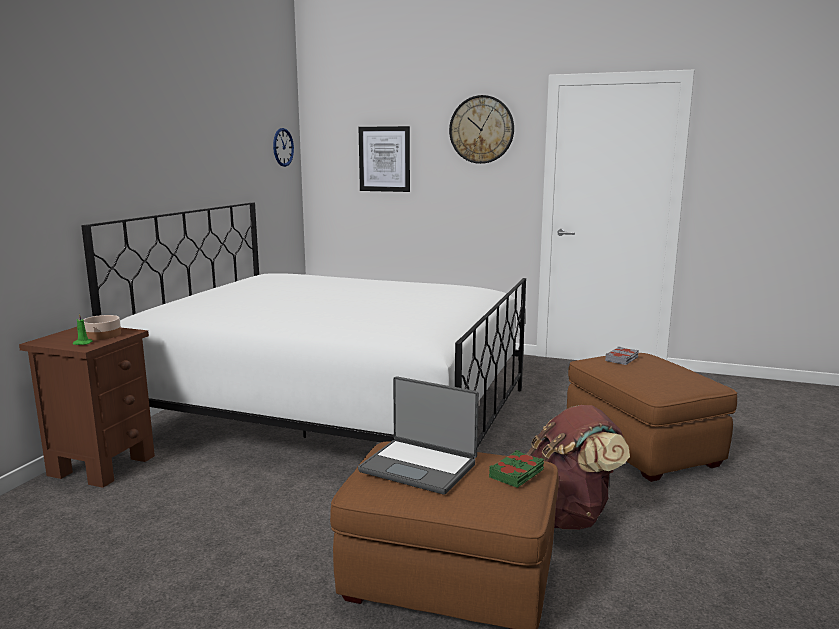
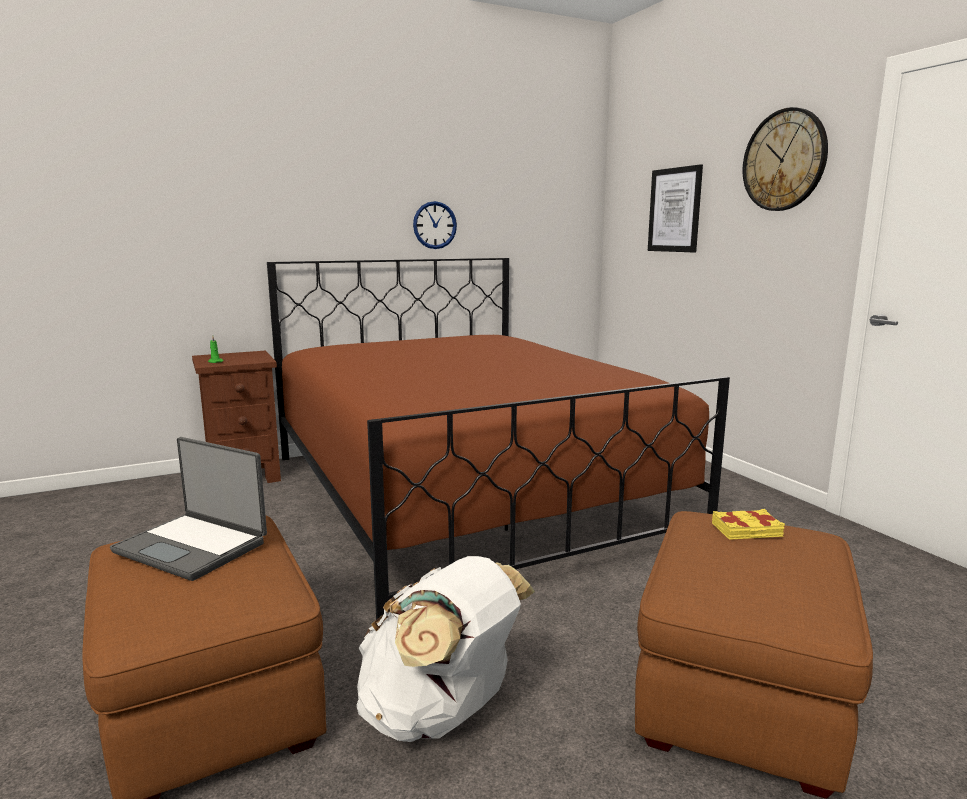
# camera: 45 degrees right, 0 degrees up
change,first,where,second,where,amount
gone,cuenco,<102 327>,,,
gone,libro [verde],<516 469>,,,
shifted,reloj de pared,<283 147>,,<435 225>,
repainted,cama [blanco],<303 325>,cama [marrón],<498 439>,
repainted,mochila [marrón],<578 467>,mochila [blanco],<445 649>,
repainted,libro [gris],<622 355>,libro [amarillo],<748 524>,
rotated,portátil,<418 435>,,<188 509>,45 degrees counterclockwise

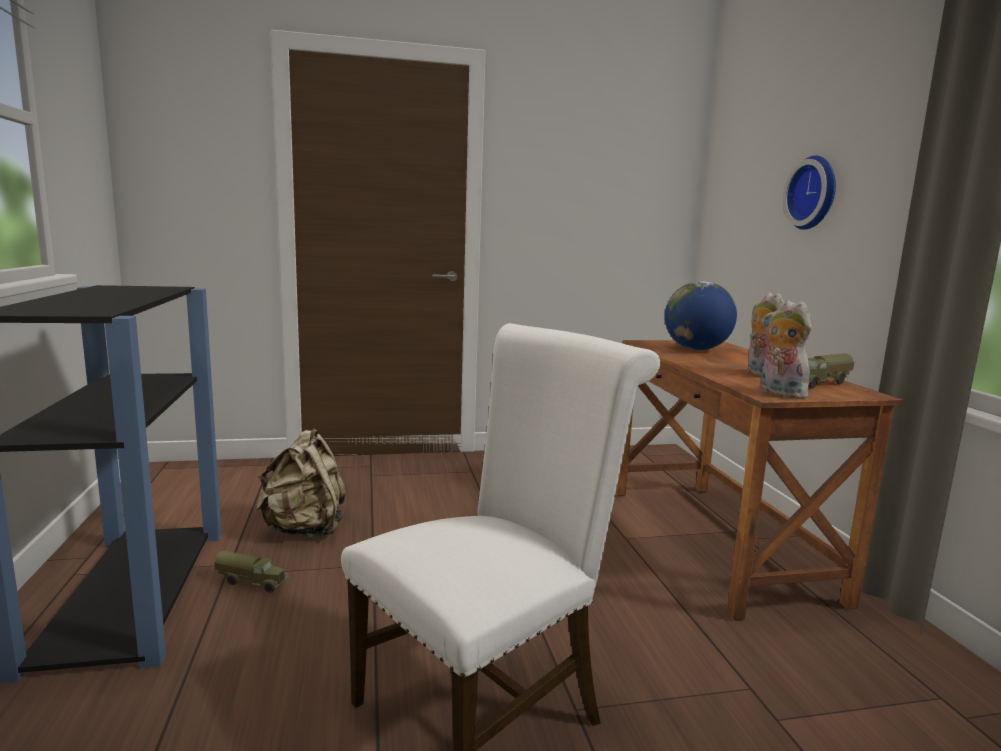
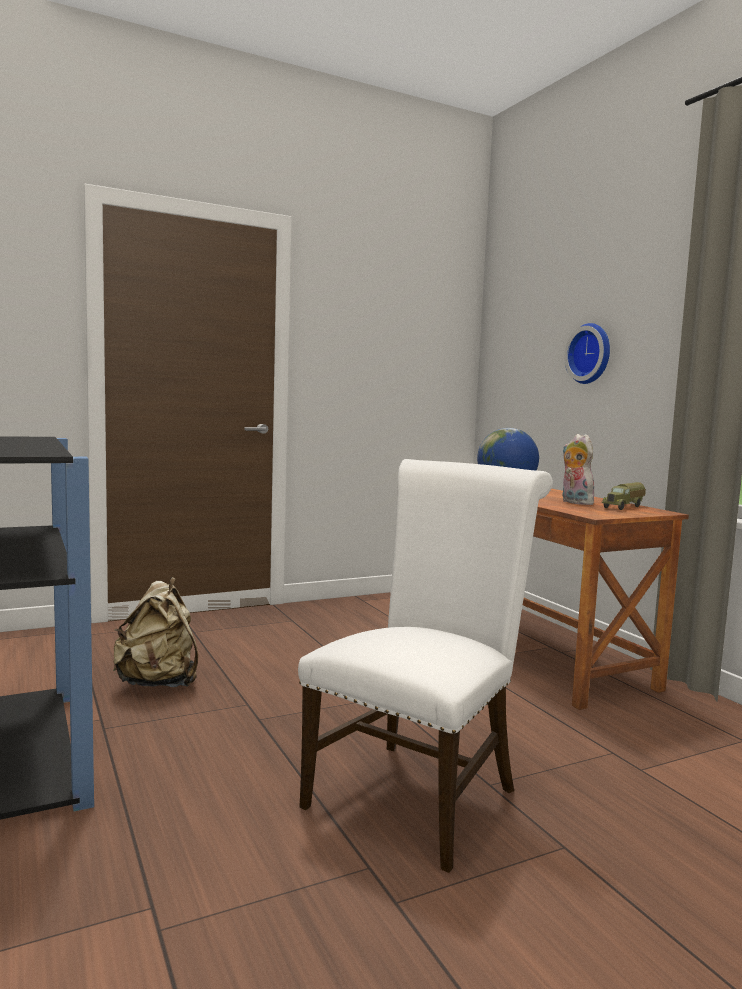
# camera: 15 degrees left, 5 degrees down
change,first,where,second,where,amount
gone,camión de juguete,<251 572>,,,
gone,peluche,<786 349>,,,

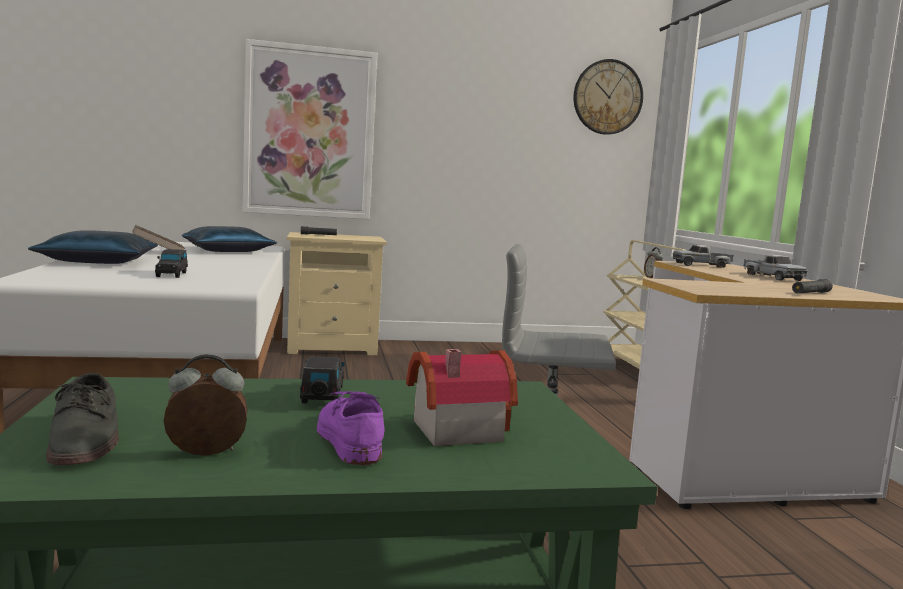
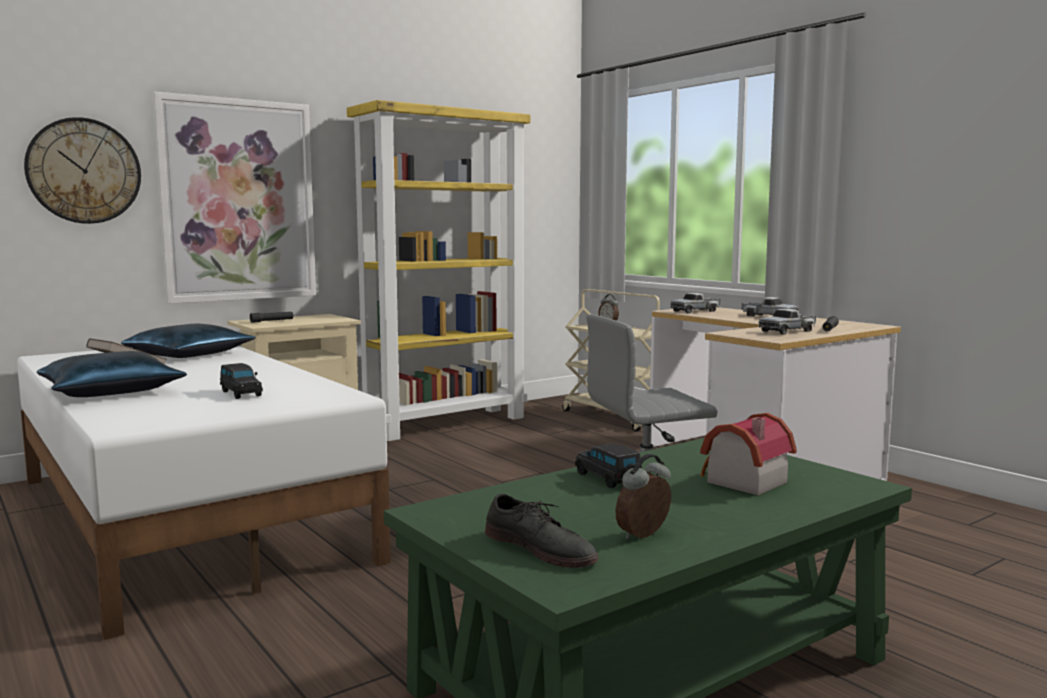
# camera: 25 degrees left, 0 degrees up
change,first,where,second,where,amount
gone,zapato [morado],<351 428>,,,
new,,,estantería [amarillo],<439 270>,
new,,,camión de juguete,<787 321>,
shifted,reloj de pared,<608 97>,,<82 170>,

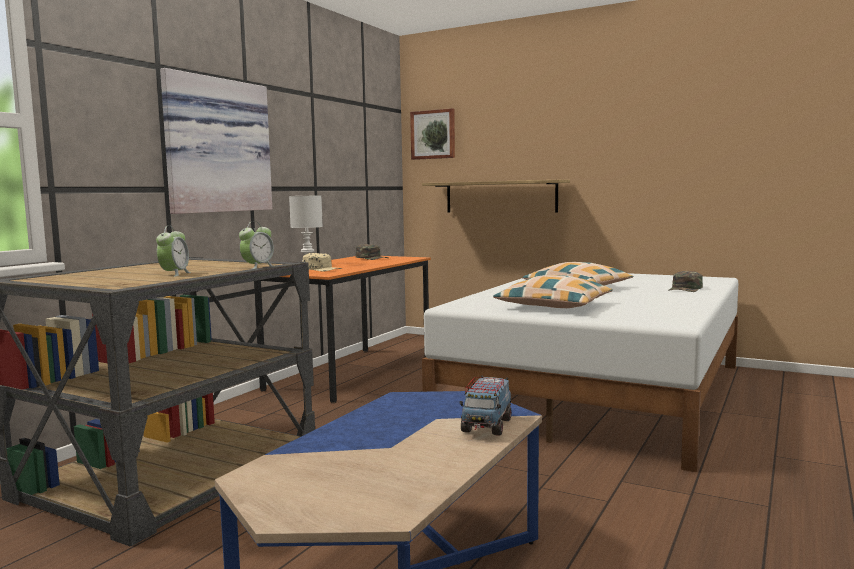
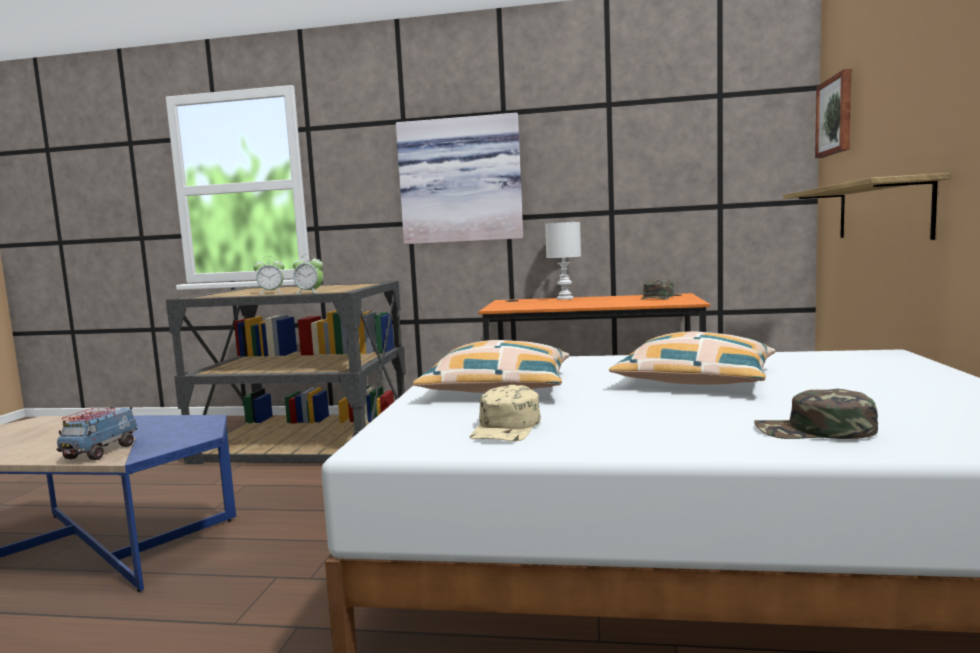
# camera: 70 degrees right, 0 degrees up
change,first,where,second,where,amount
shifted,gorra [beis],<322 262>,,<505 413>,
rotated,camión de juguete,<485 405>,,<96 433>,75 degrees counterclockwise

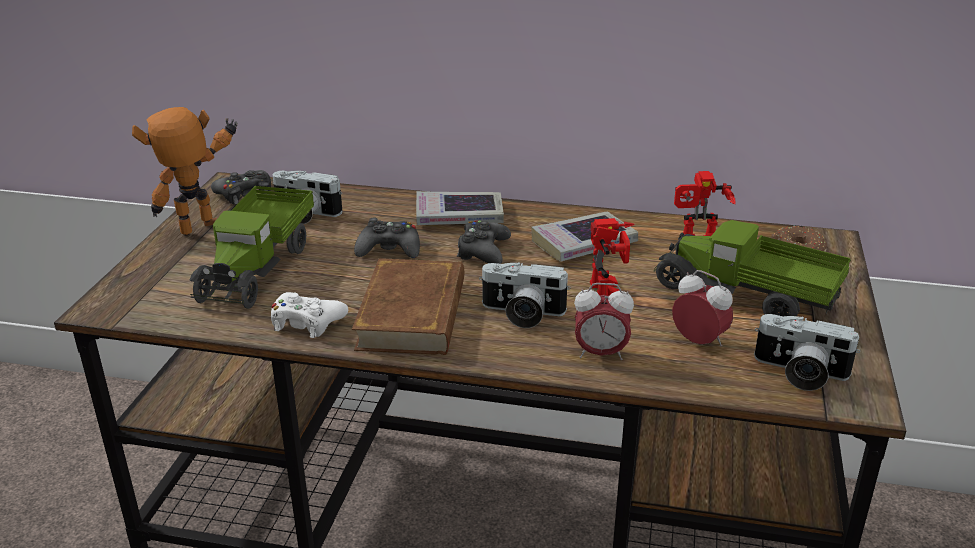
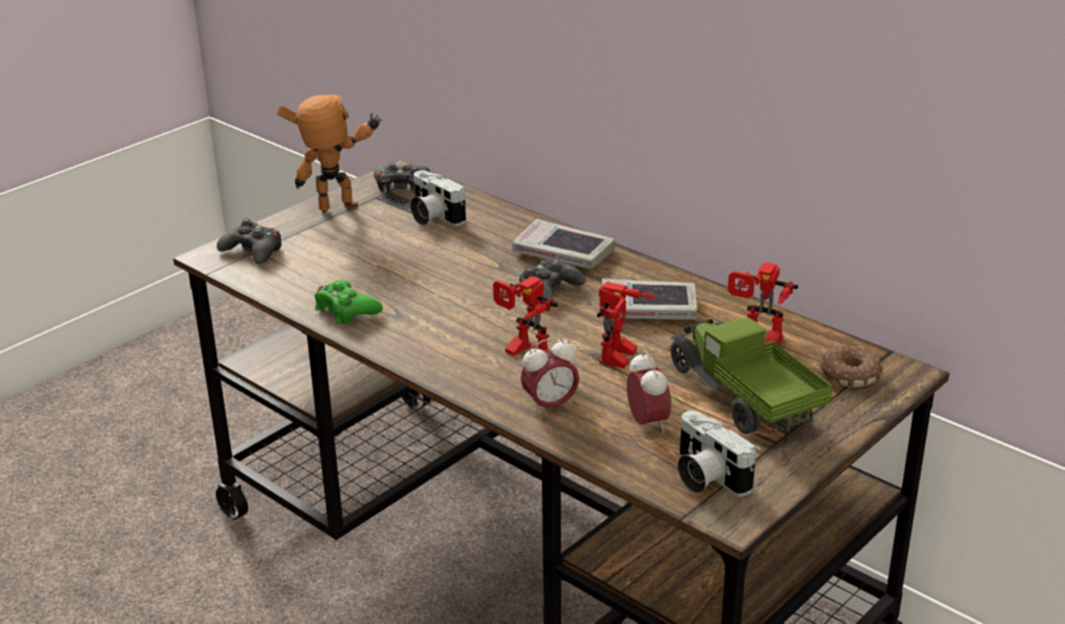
# camera: 30 degrees right, 0 degrees up
change,first,where,second,where,amount
gone,camión de juguete,<252 247>,,,
gone,libro [marrón],<408 306>,,,
shifted,mando de consola [negro],<387 237>,,<249 241>,
swapped,cámara,<525 295>,robot de juguete,<525 316>,
repainted,mando de consola [blanco],<309 315>,mando de consola [verde],<348 302>,
rotated,despertador,<604 321>,,<550 376>,60 degrees counterclockwise

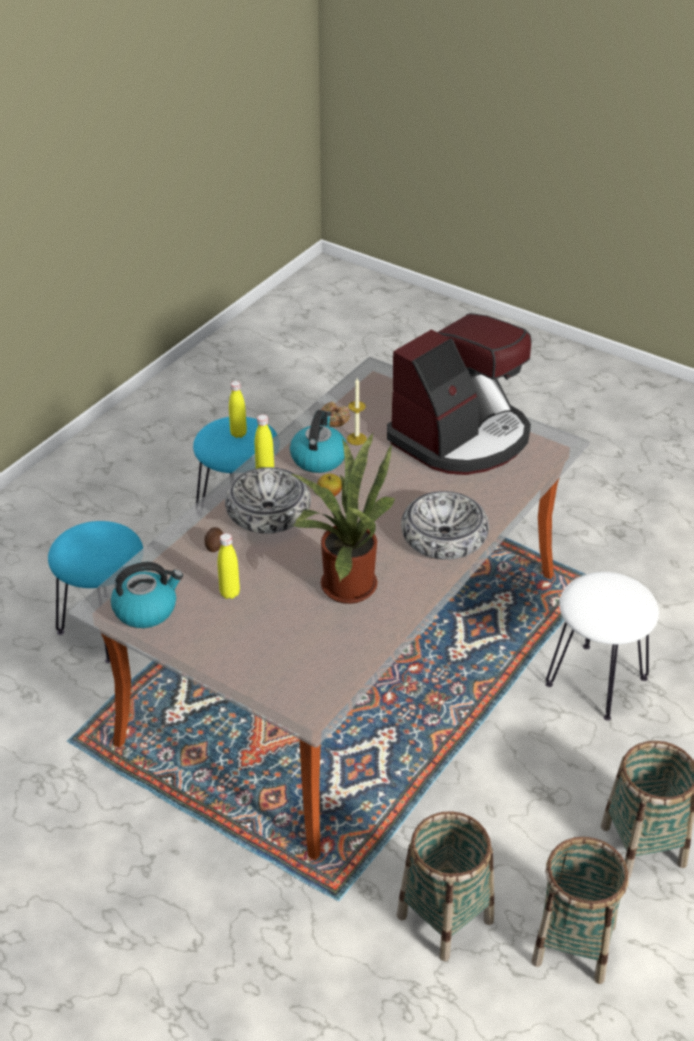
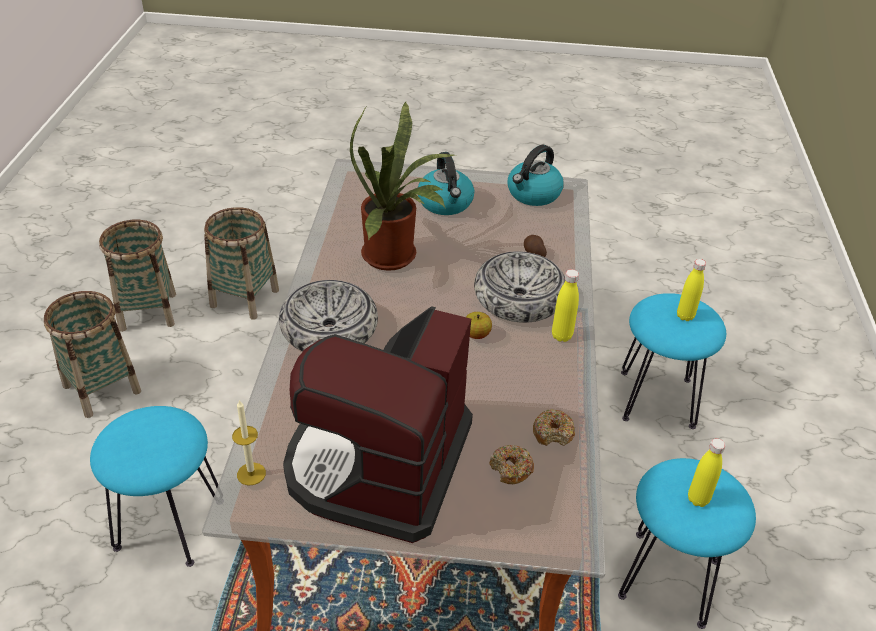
# camera: 150 degrees right, 0 degrees up
change,first,where,second,where,amount
new,,,rosquilla,<511 464>,
shifted,botella [amarillo],<229 566>,,<691 290>,
shifted,hervidor,<318 441>,,<446 183>,
shifted,vela,<357 411>,,<249 442>,
repainted,taburete [blanco],<602 646>,taburete [turquesa],<154 486>,

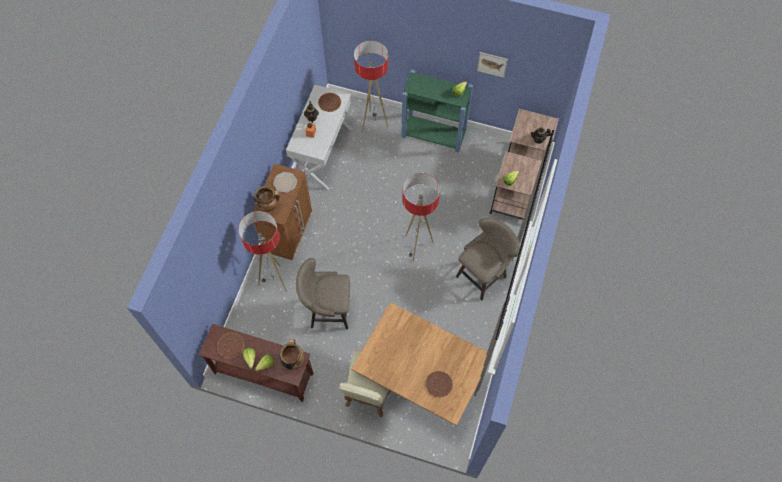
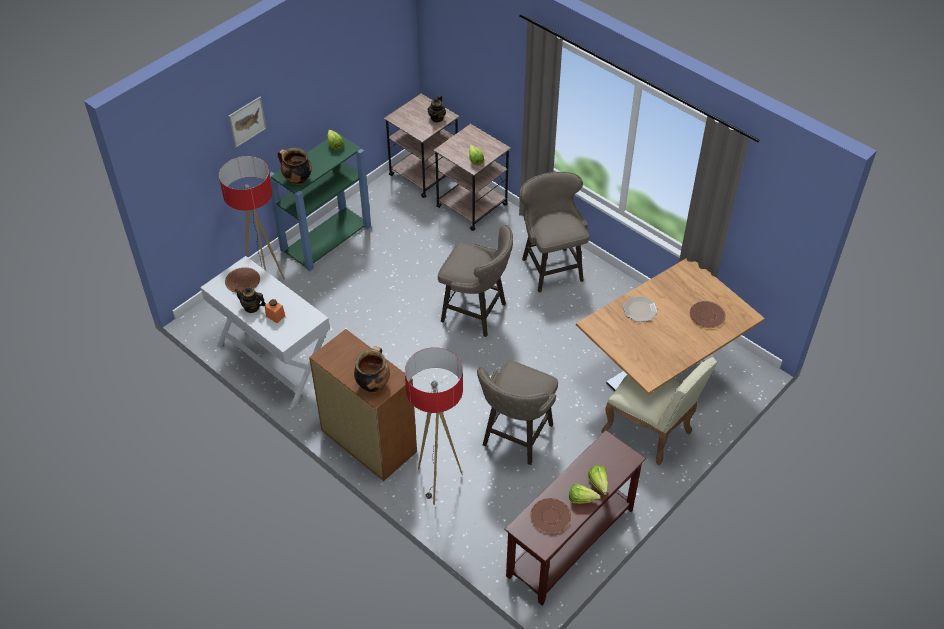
# camera: 65 degrees left, 15 degrees down
change,first,where,second,where,amount
shifted,plato,<285 182>,,<640 309>,
shifted,olla,<292 354>,,<294 166>,
shifted,cuadro,<492 65>,,<247 122>,
swapped,lámpara de pie,<421 217>,taburete [beis],<475 281>,

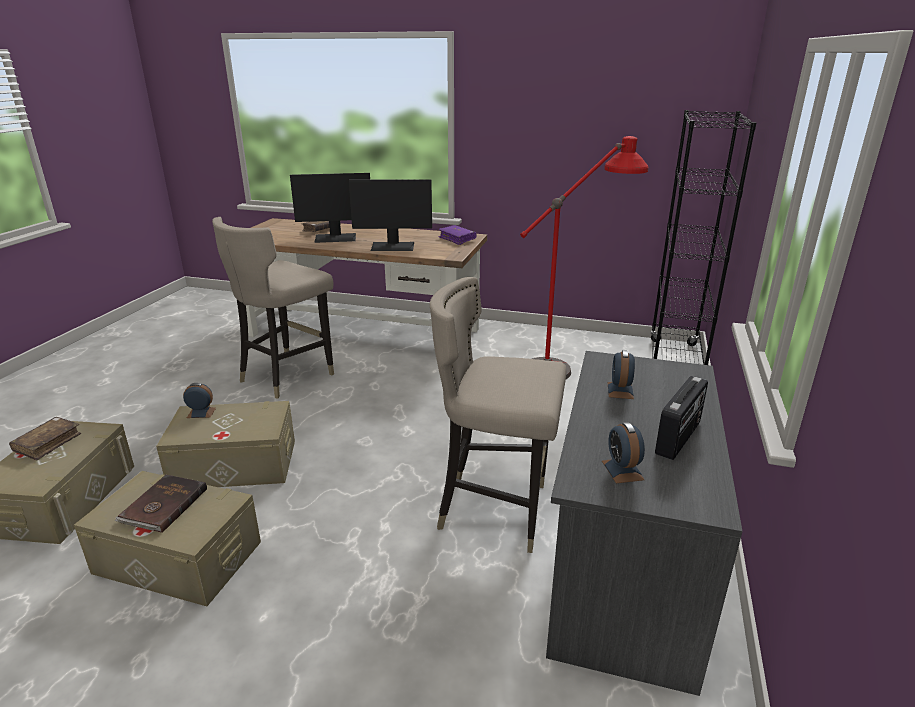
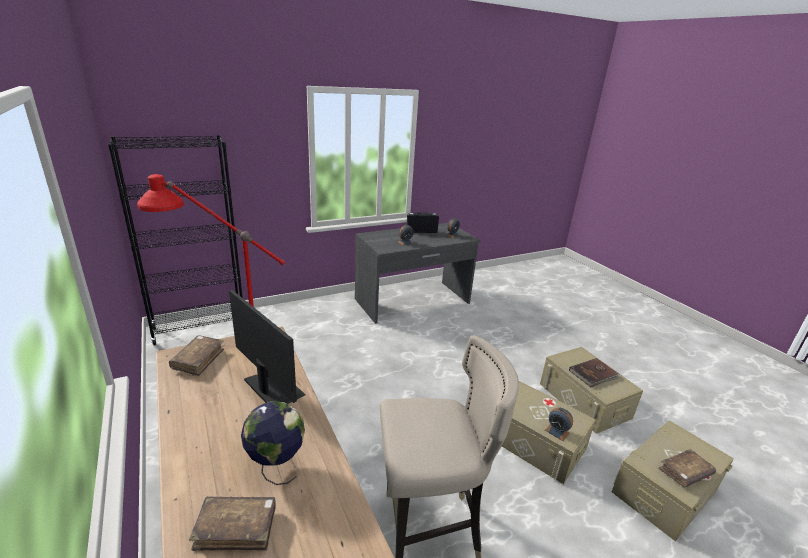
# camera: 135 degrees left, 0 degrees up
change,first,where,second,where,amount
gone,taburete [beis],<497 415>,,,
swapped,monitor,<330 208>,globo terráqueo,<273 443>,
repainted,libro [morado],<457 235>,libro [marrón],<196 355>,

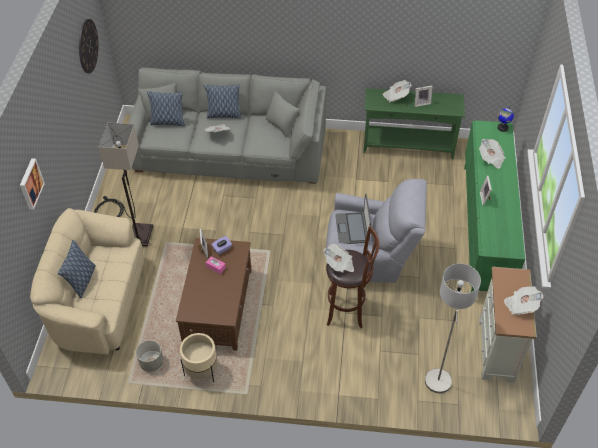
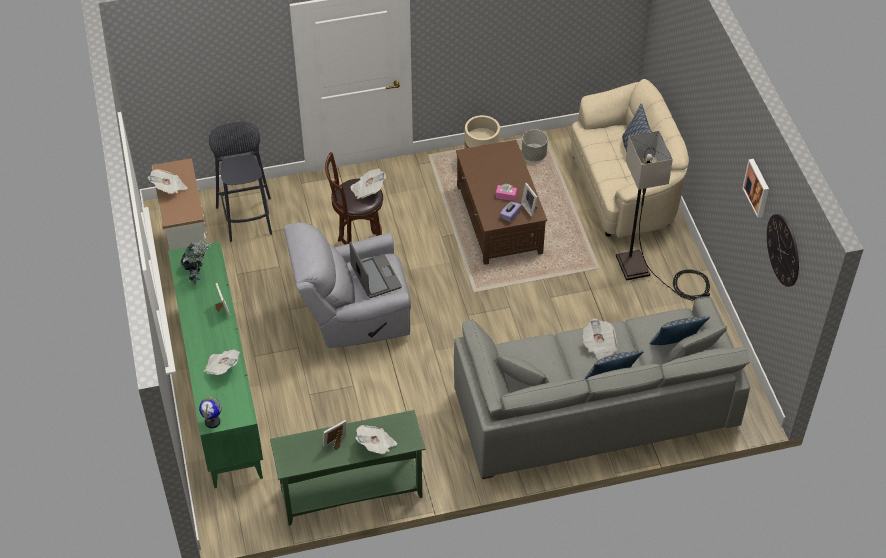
# camera: 160 degrees right, 0 degrees up
change,first,where,second,where,amount
new,,,planta en maceta,<196 262>,
shifted,cuadro,<32 184>,,<756 188>,
swapped,lámpara de pie [gris],<453 328>,taburete [gris],<240 182>,

